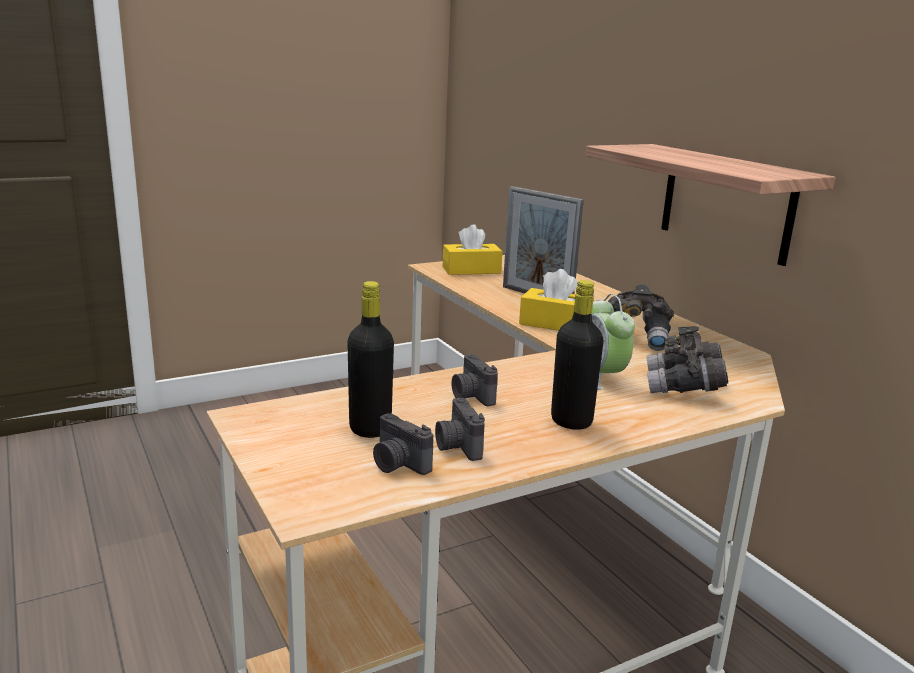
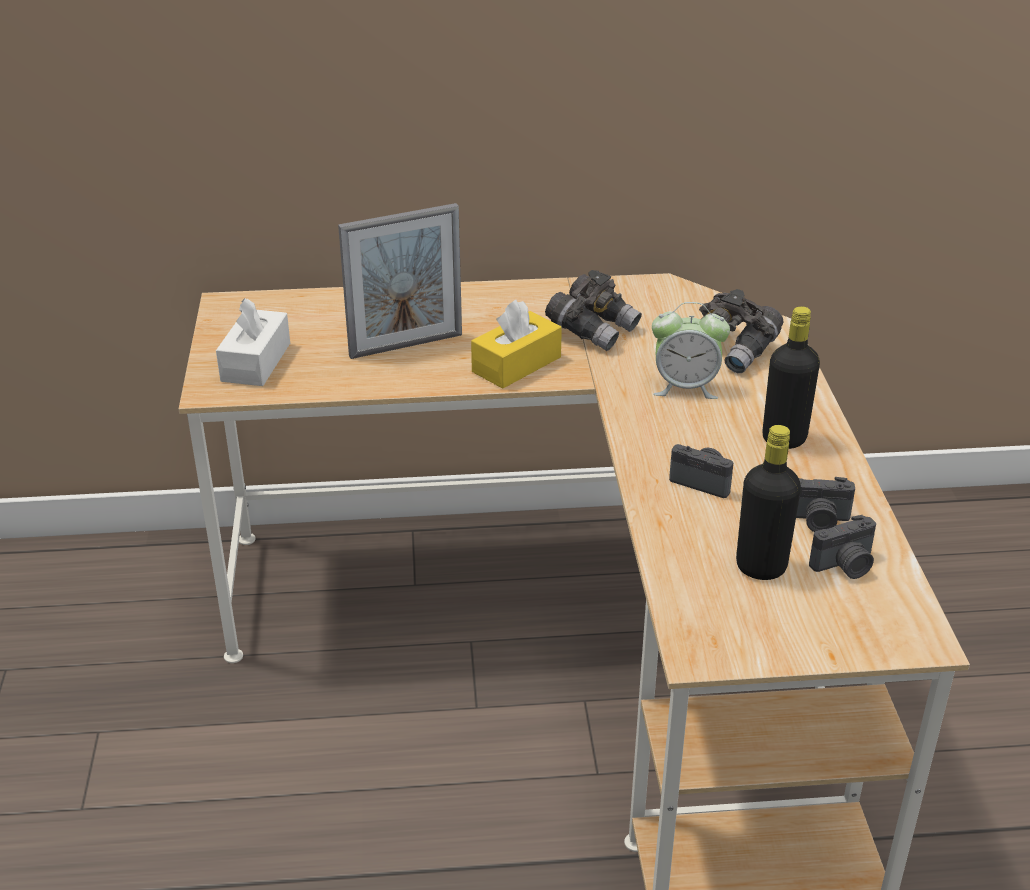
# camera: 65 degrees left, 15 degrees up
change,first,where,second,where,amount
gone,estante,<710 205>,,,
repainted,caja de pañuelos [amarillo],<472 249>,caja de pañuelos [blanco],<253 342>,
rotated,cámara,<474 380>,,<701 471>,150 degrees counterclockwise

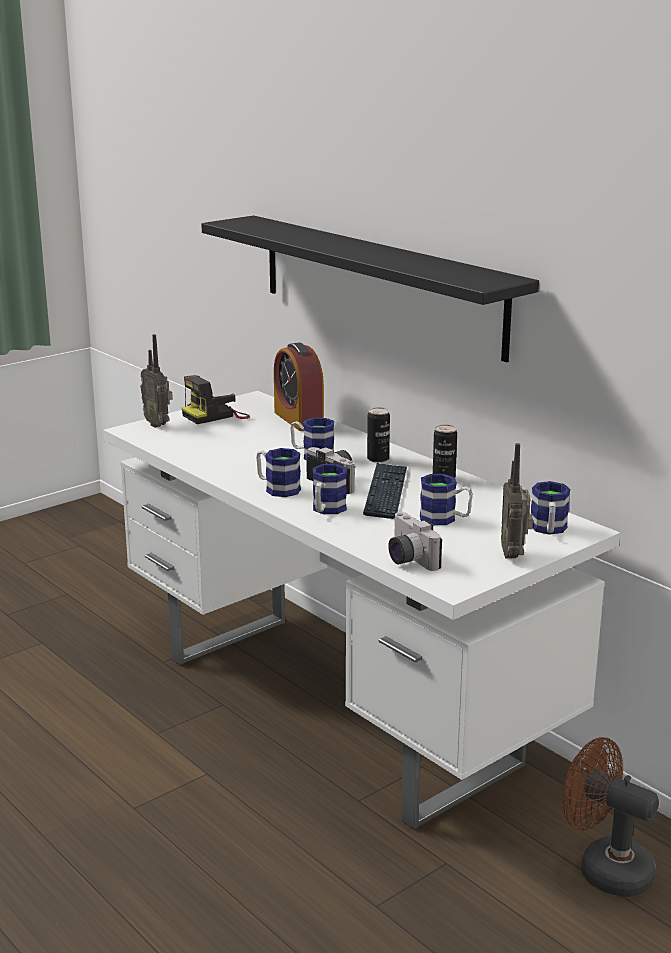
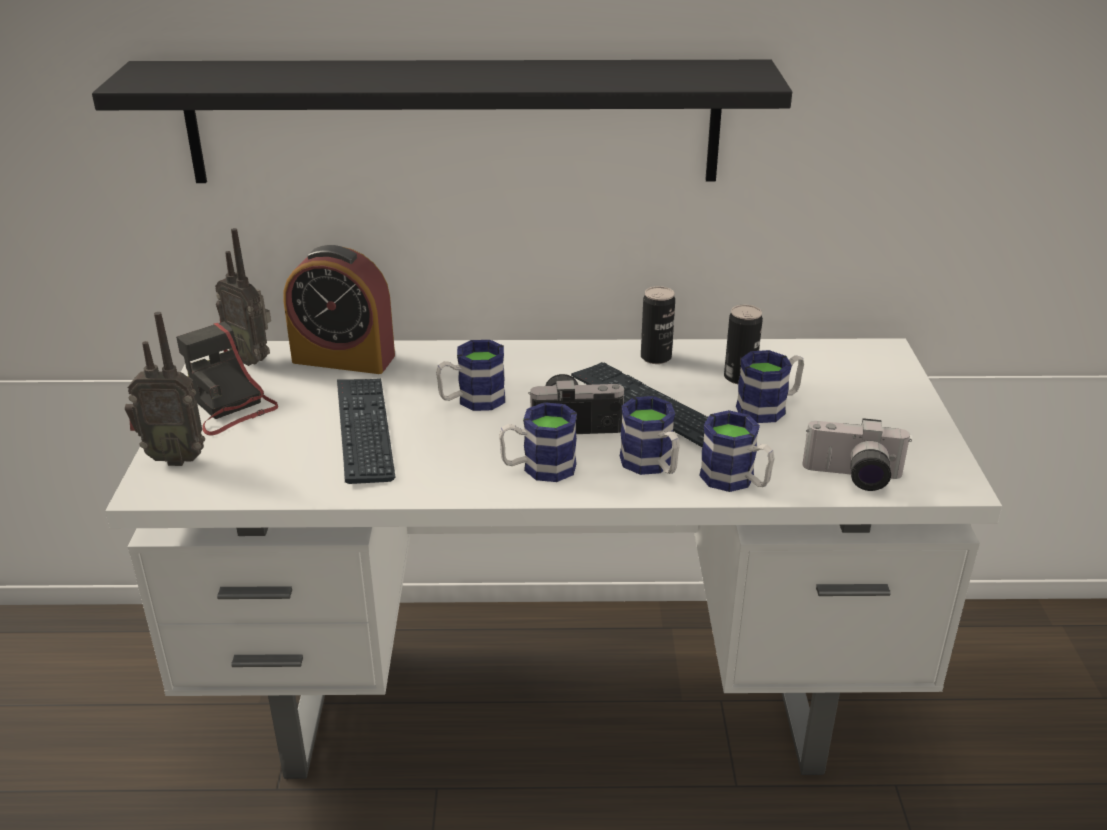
# camera: 50 degrees left, 10 degrees up
change,first,where,second,where,amount
gone,ventilador [marrón],<610 817>,,,
new,,,teclado,<366 431>,
shifted,lata,<378 435>,,<743 344>,
shifted,radio,<517 501>,,<243 297>,
shifted,taza grande,<550 508>,,<737 451>,
rotated,cámara,<216 399>,,<227 378>,135 degrees clockwise

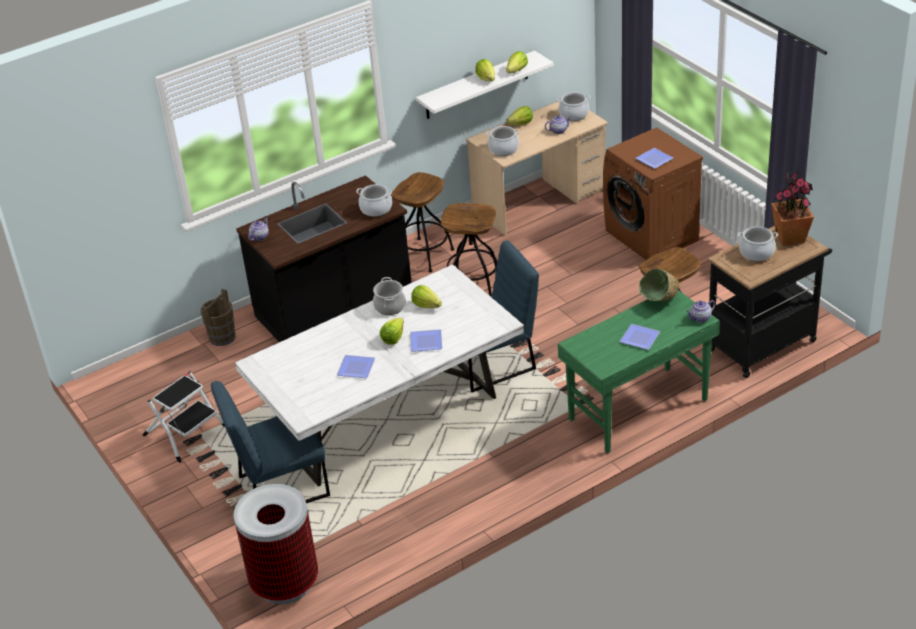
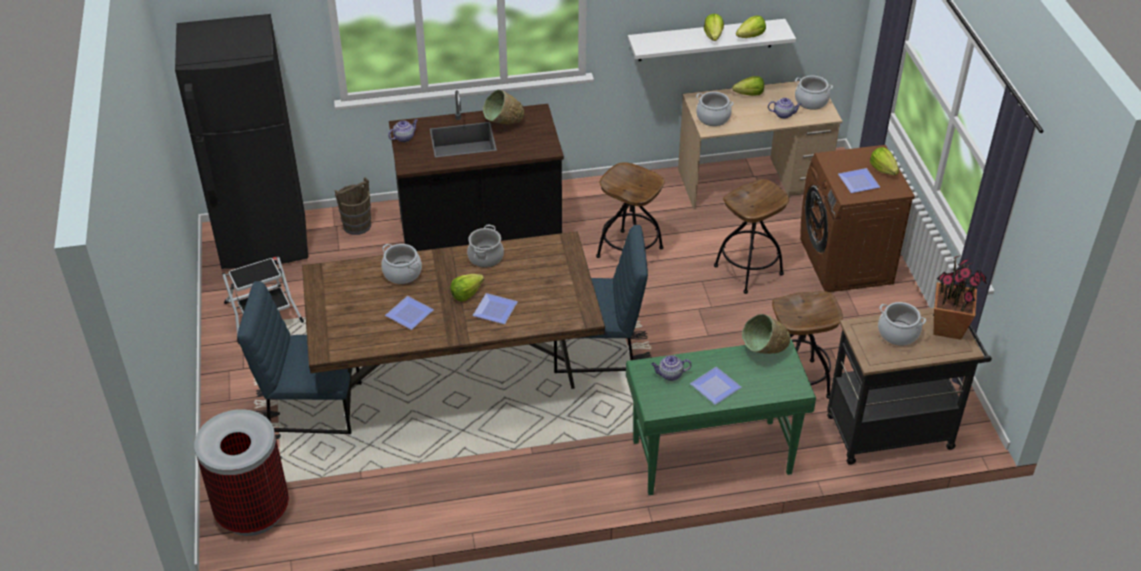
# camera: 20 degrees right, 5 degrees up
change,first,where,second,where,amount
new,,,nevera [negro],<241 141>,
new,,,cuenco [verde],<503 107>,
shifted,olla,<374 200>,,<401 264>,
shifted,taburete [marrón],<422 222>,,<751 236>,
shifted,lechuga,<426 296>,,<884 161>,
shifted,tetera,<701 311>,,<671 368>,
repainted,mesa de comedor [blanco],<379 375>,mesa de comedor [marrón],<453 325>,

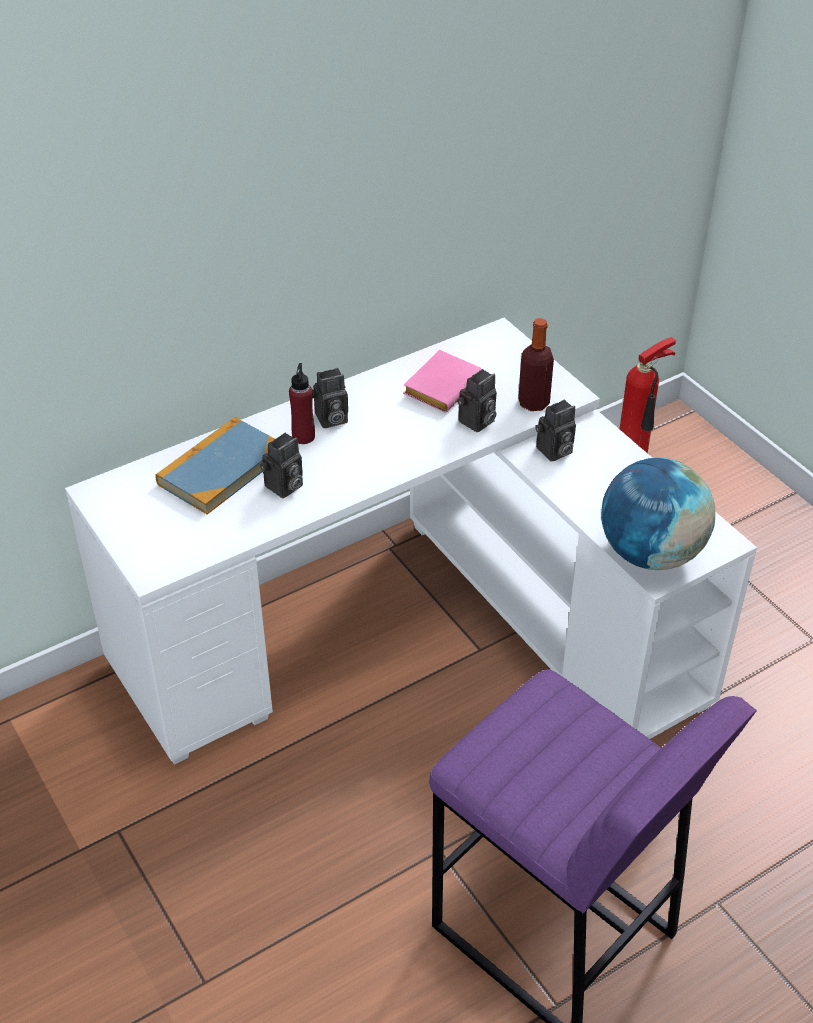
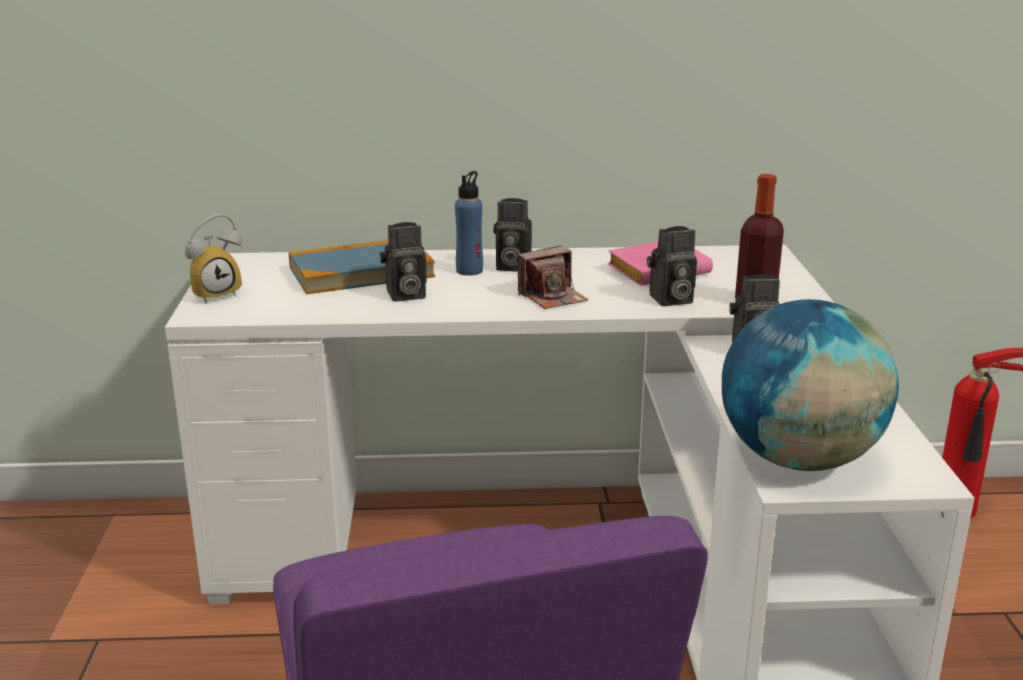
# camera: 30 degrees right, 20 degrees down
change,first,where,second,where,amount
new,,,despertador,<213 259>,
new,,,cámara,<553 277>,
repainted,botella [rojo],<302 403>,botella [azul],<469 223>,

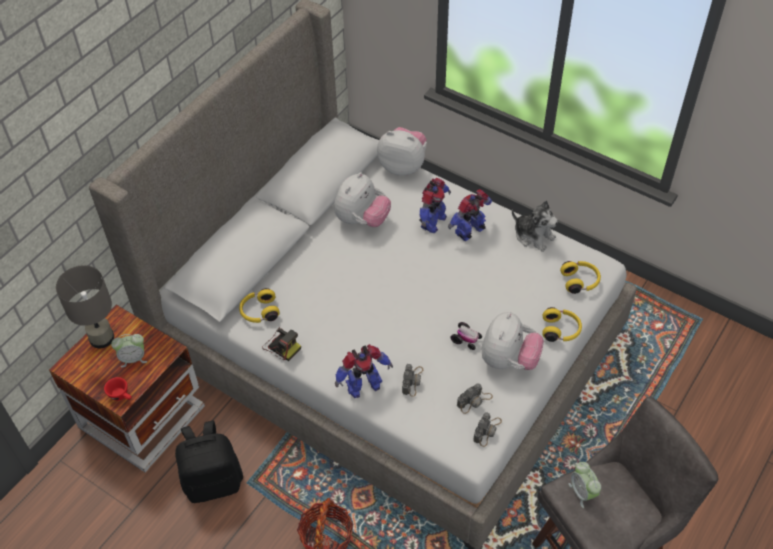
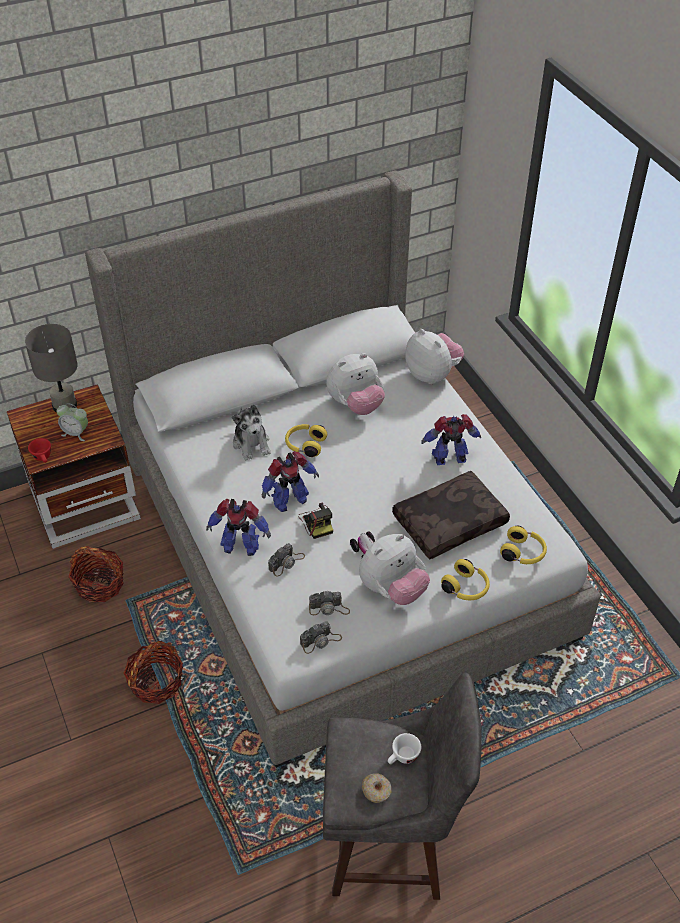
# camera: 30 degrees right, 5 degrees down
change,first,where,second,where,amount
gone,despertador,<584 485>,,,
new,,,rosquilla,<377 788>,
new,,,taza [blanco],<404 748>,
new,,,cojín [marrón],<451 515>,
shifted,auriculares [amarillo],<259 305>,,<306 440>,
shifted,cámara,<281 344>,,<315 520>,
shifted,robot de juguete,<435 205>,,<290 481>,
shifted,peluche,<535 226>,,<251 432>,
swapped,mochila [negro],<209 462>,cesta,<96 574>,

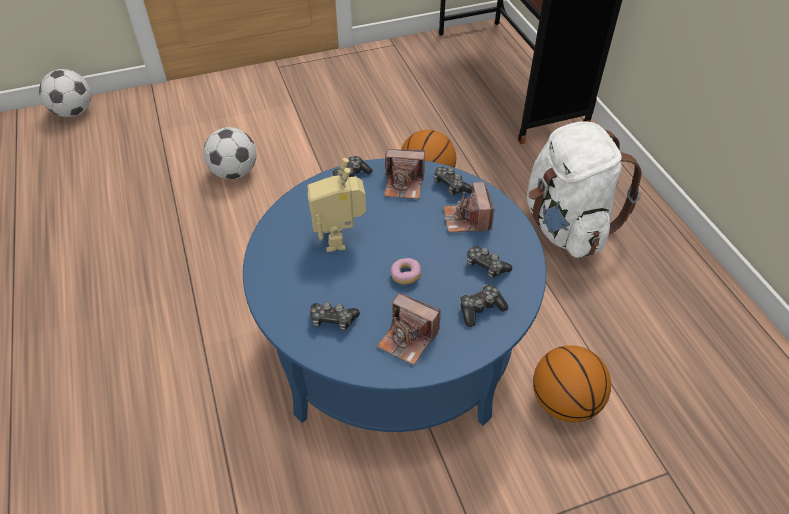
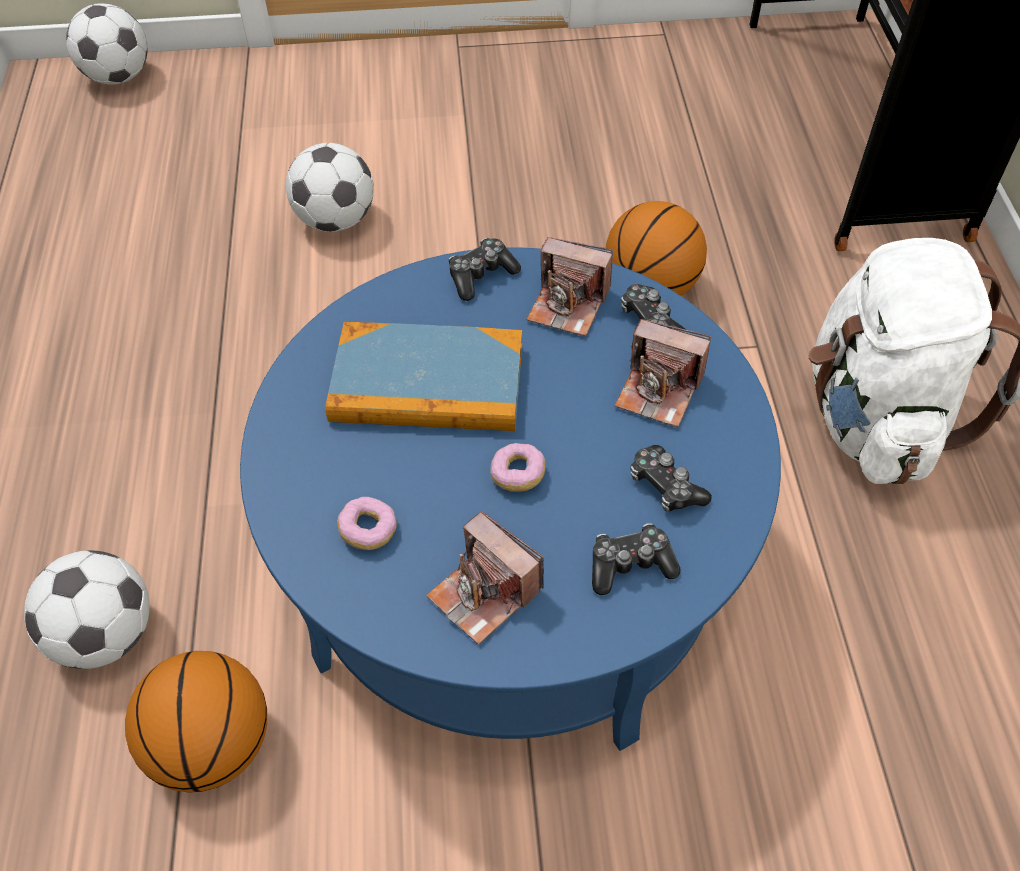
# camera: 15 degrees right, 5 degrees up
change,first,where,second,where,amount
new,,,balón de fútbol,<87 609>,
shifted,balón de baloncesto,<572 383>,,<196 722>,
swapped,robot de juguete,<336 205>,libro,<423 376>,
swapped,mando de consola,<335 316>,rosquilla,<367 523>,
rotated,cámara,<469 207>,,<663 373>,75 degrees counterclockwise

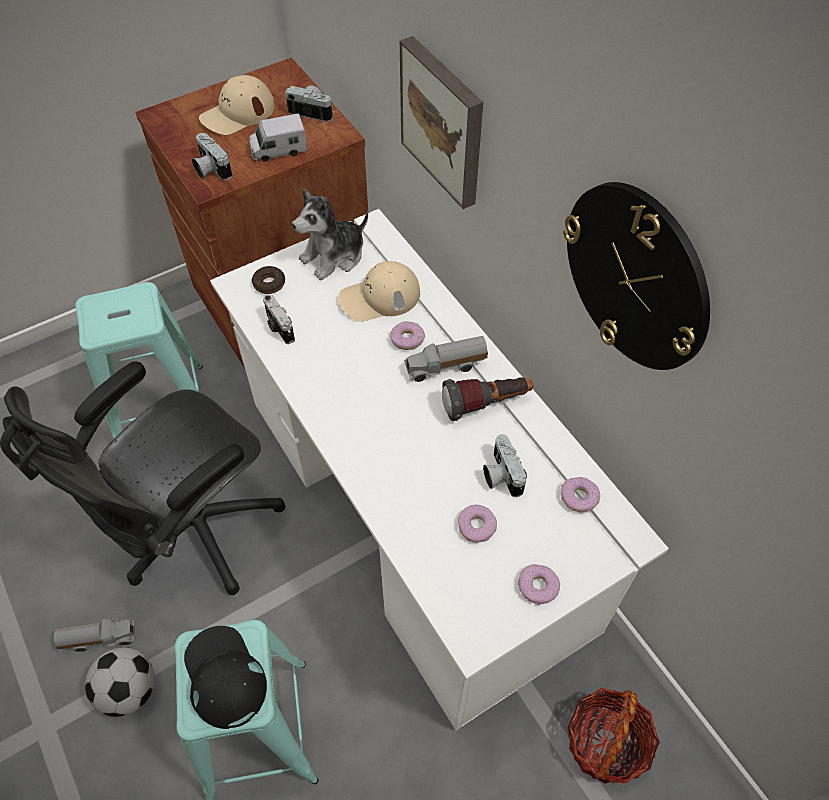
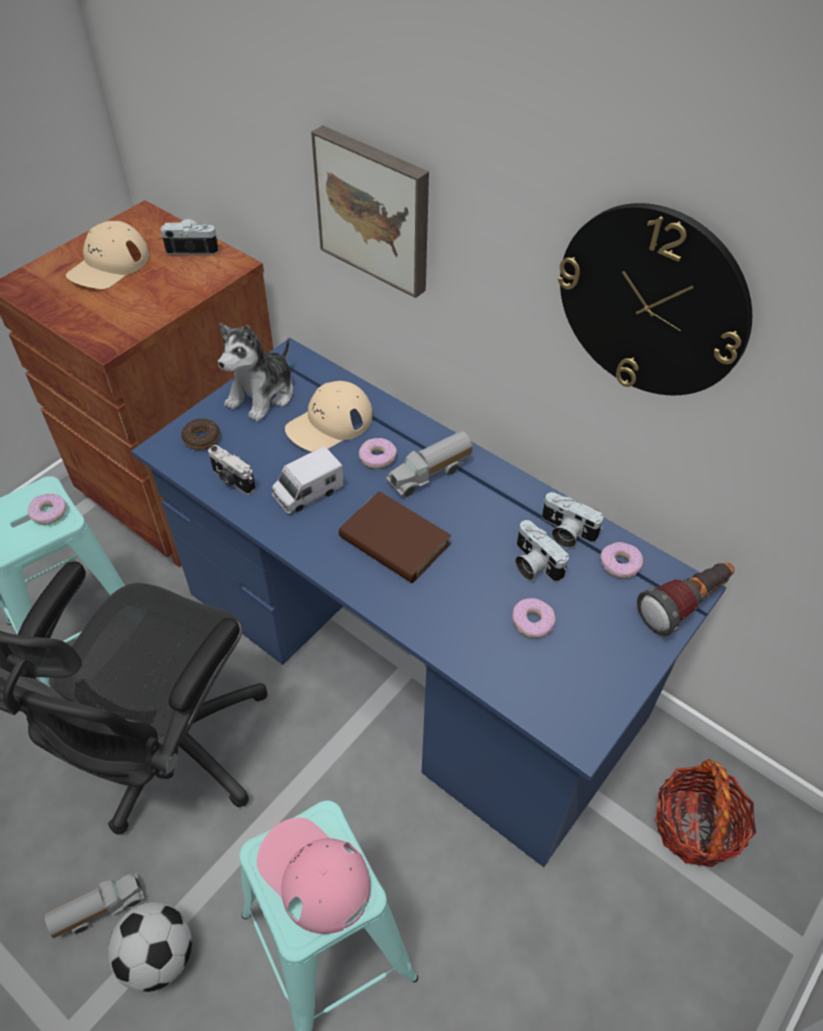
# camera: 20 degrees left, 5 degrees down
change,first,where,second,where,amount
new,,,libro [marrón],<395 537>,
shifted,cámara,<212 156>,,<572 520>,
shifted,camión de juguete,<278 137>,,<308 480>,
shifted,linterna,<487 399>,,<686 599>,
shifted,rosquilla,<539 584>,,<47 509>,
repainted,gorra [negro],<225 677>,gorra [rosa],<313 876>,
repainted,escritorio [blanco],<439 469>,escritorio [azul],<428 602>,

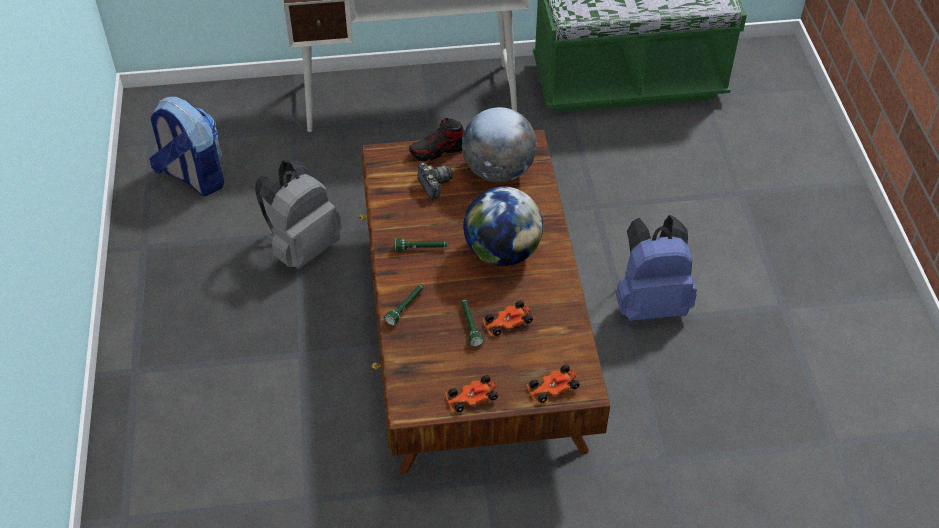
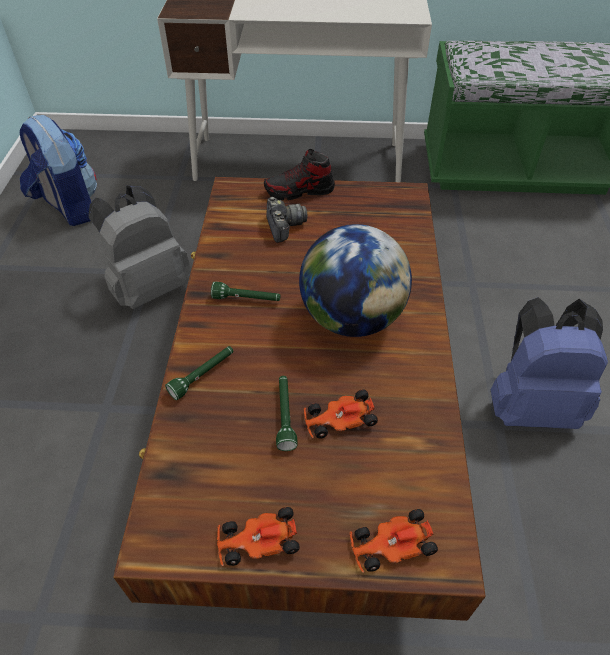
# camera: 10 degrees right, 0 degrees up
change,first,where,second,where,amount
gone,globo terráqueo,<499 145>,,,

